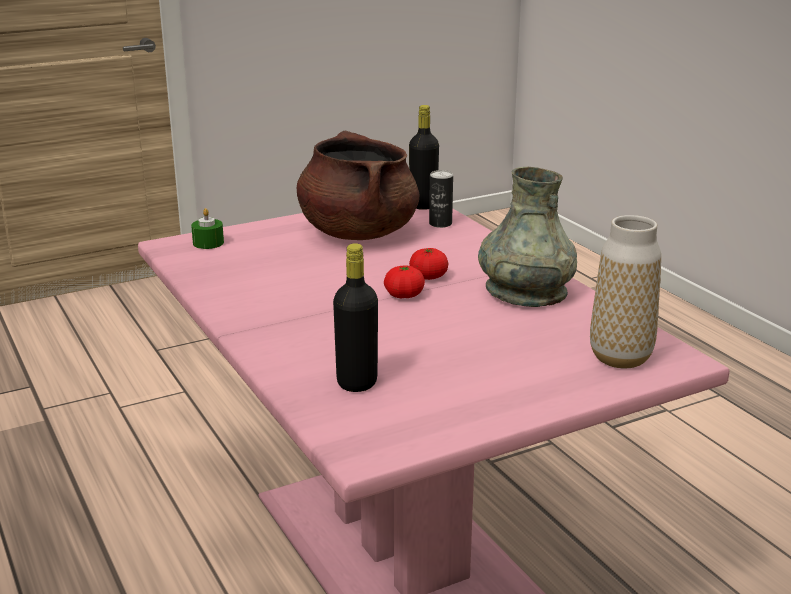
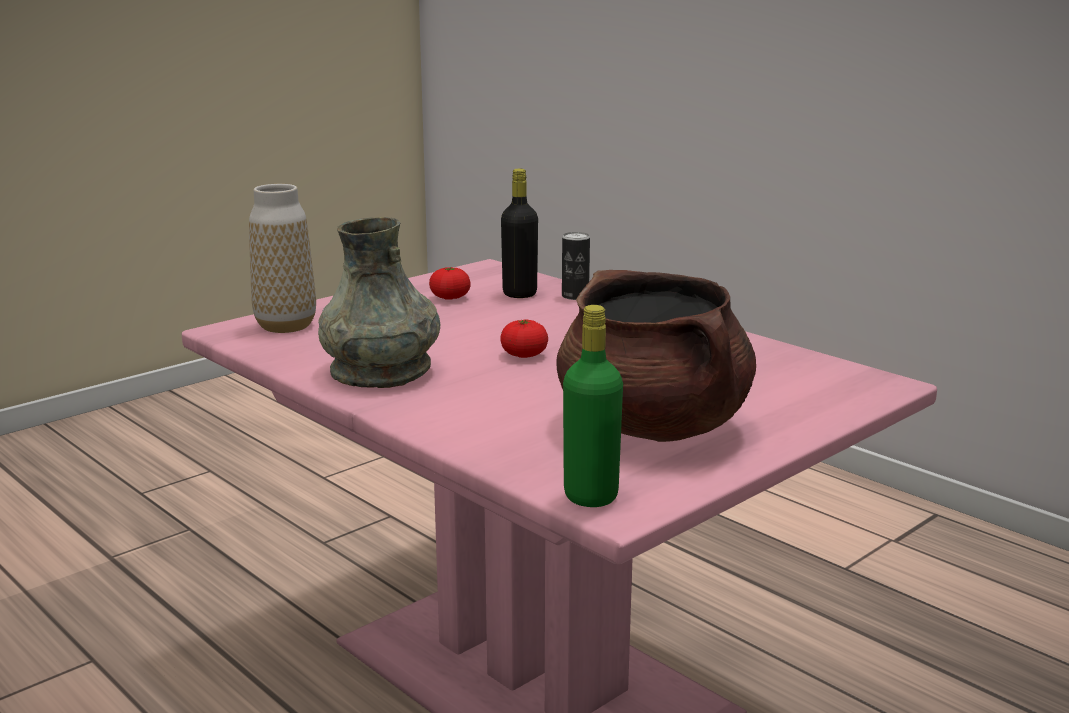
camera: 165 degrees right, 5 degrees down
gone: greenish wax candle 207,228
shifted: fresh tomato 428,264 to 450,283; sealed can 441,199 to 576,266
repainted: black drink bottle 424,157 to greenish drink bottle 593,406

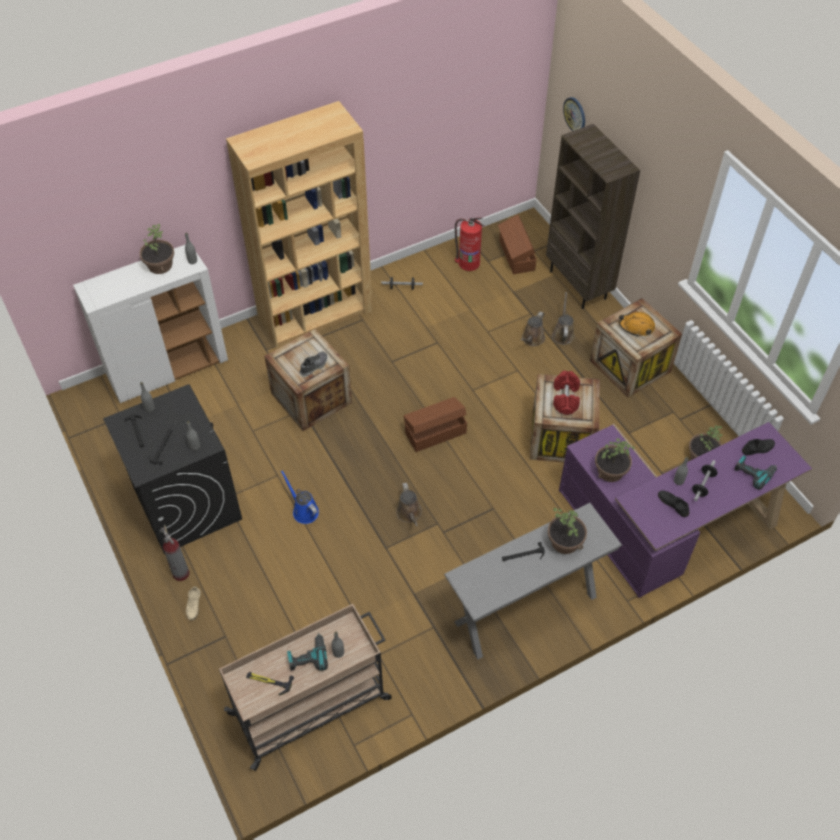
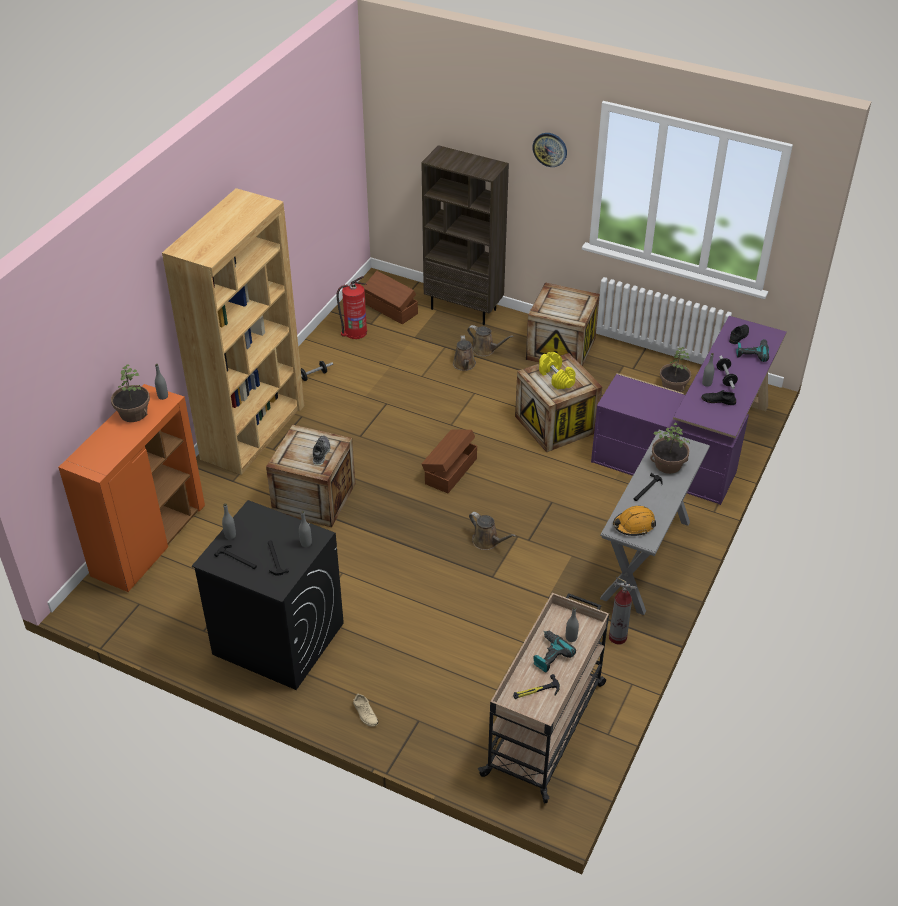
camera: 35 degrees left, 10 degrees down
gone: blue-coloured sprinkling can 300,497; potted plant 615,460
shifted: wall clock 574,114 to 549,150; extinguisher 175,553 to 623,610; orange work helmet 637,324 to 634,521
repainted: whitish cupboard 150,323 to orange cupboard 131,488; reddish hand weight 566,393 to yellow hand weight 557,370
rotated: brown sprinkling can 563,318 = 490,340 150 degrees clockwise

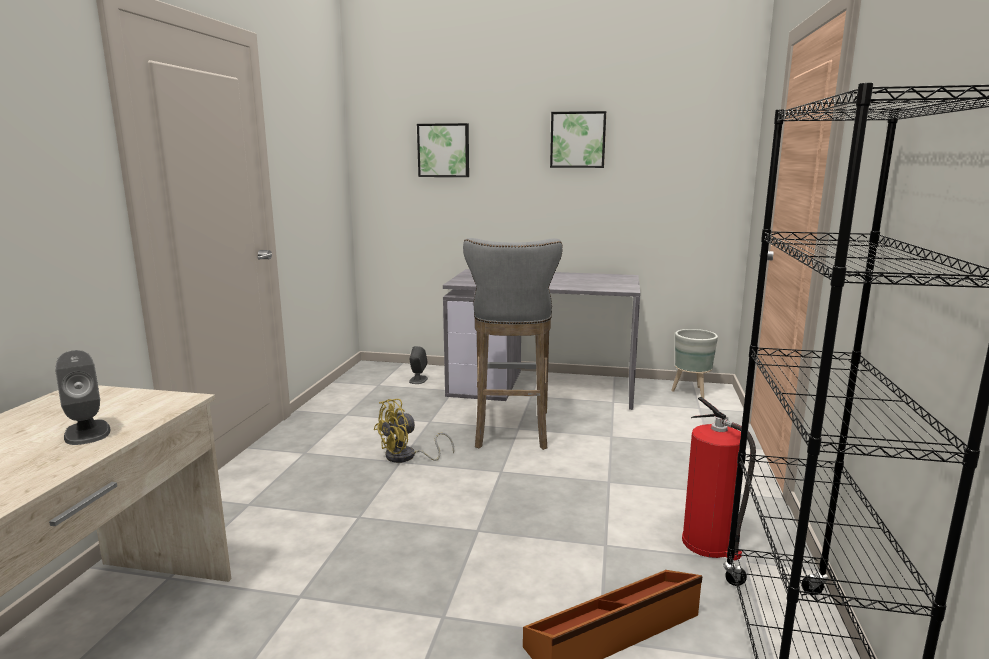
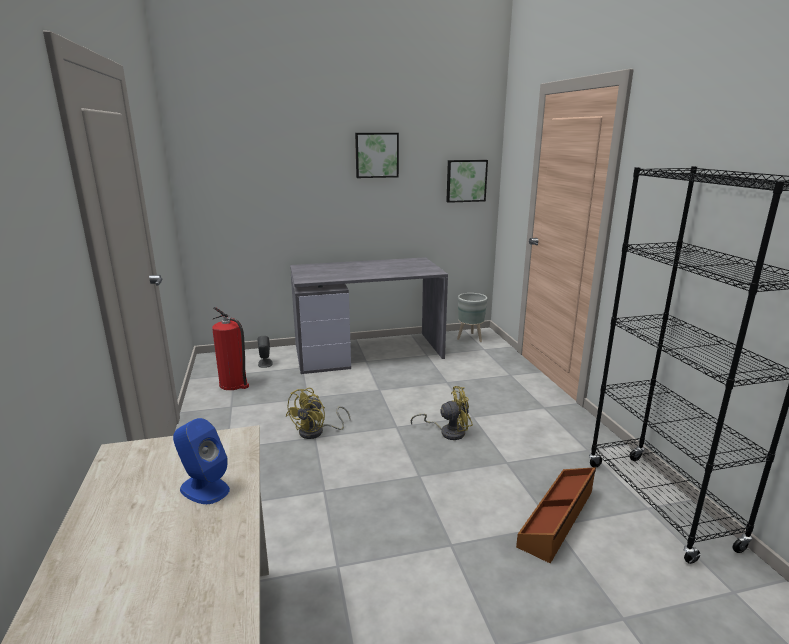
camera: 25 degrees left, 5 degrees up
gone: grey stool seat 513,344
new: yellow cooling fan 442,413
shifted: extinguisher 719,478 to 230,348; wall art 443,150 to 467,181
repainted: grey speaker 82,397 to blue-coloured speaker 201,461

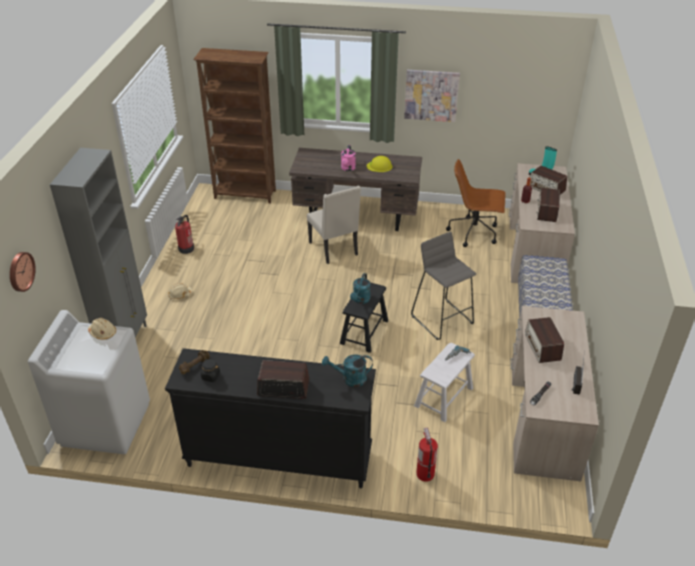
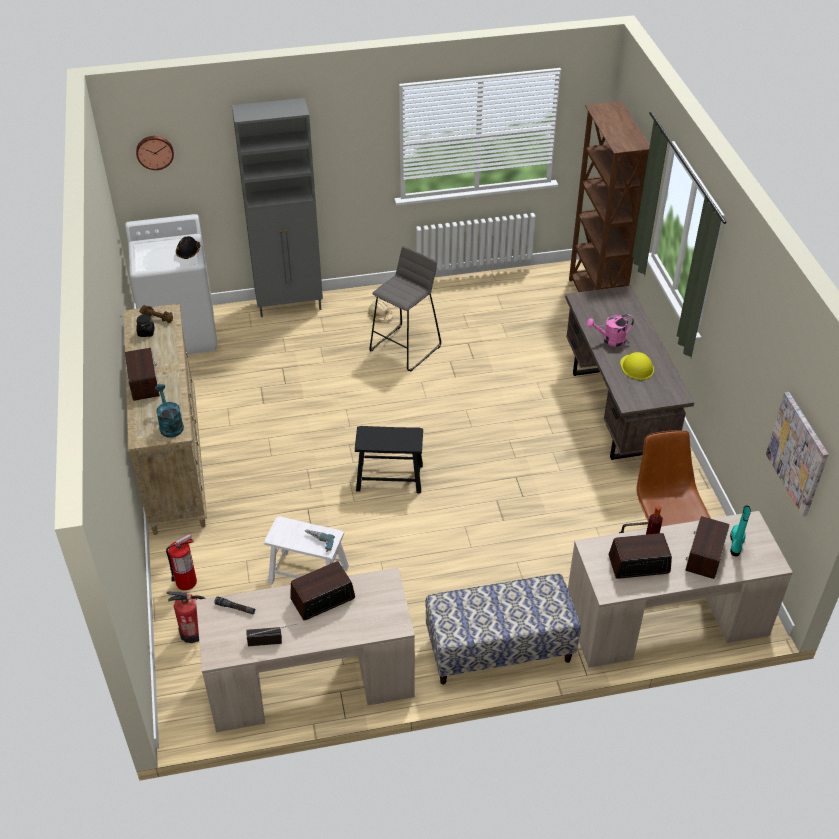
camera: 70 degrees right, 5 degrees up
gone: beige plain chair 334,224; blue-green sprinkling can 360,288
shifted: extinguisher 184,234 to 186,617; grey stool seat 443,285 to 405,309; wall art 432,96 to 797,454
repainted: black chest of drawers 270,418 to beige chest of drawers 165,419; beige work helmet 102,329 to black work helmet 188,247

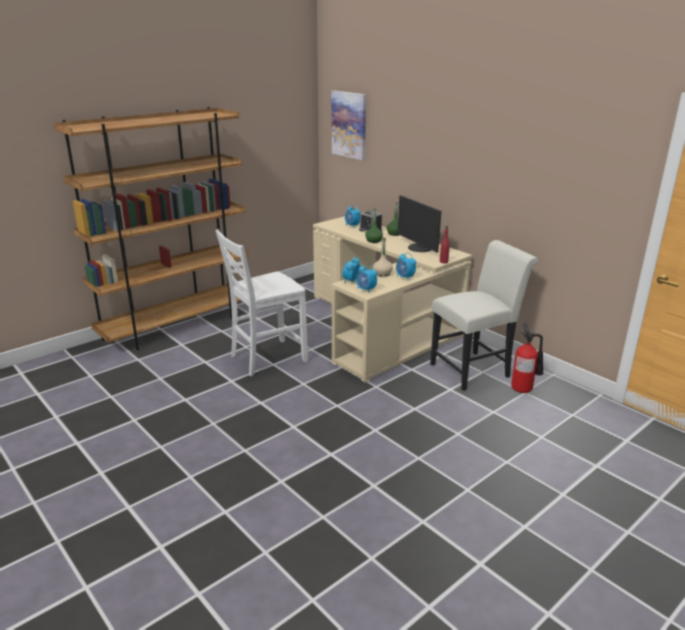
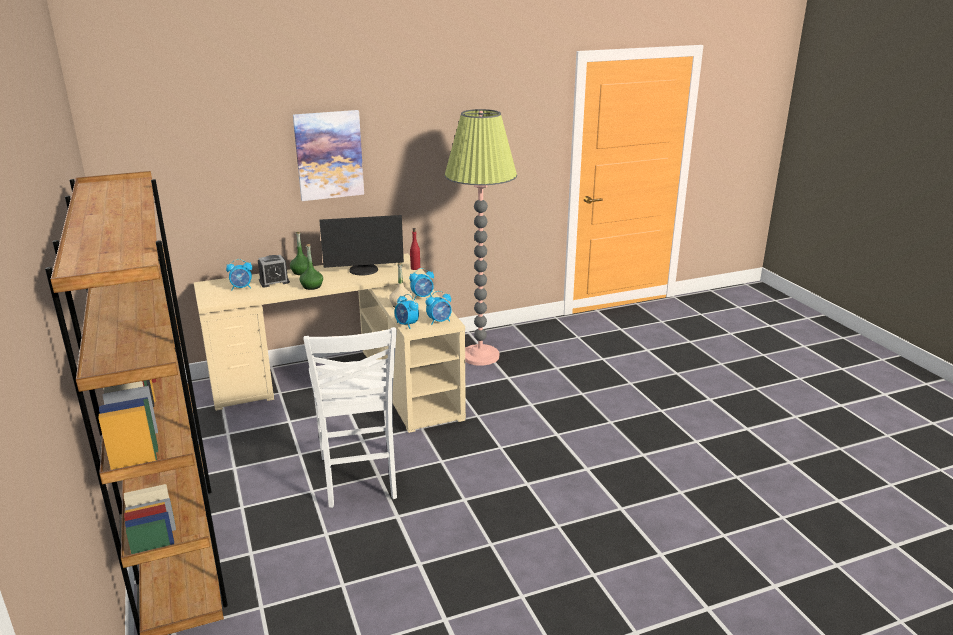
camera: 70 degrees left, 0 degrees up
gone: extinguisher 527,358
shifted: wall art 349,125 to 328,155
swapped: whitish plain chair 484,315 to standard lamp 481,237

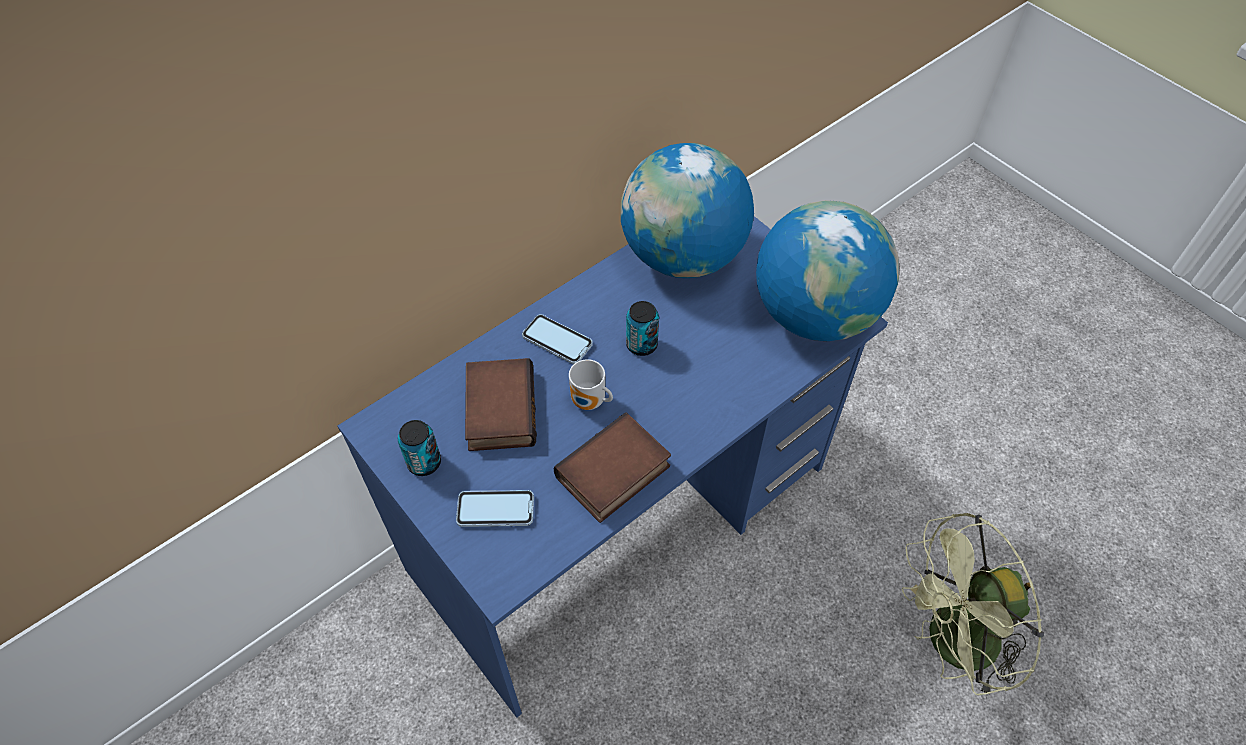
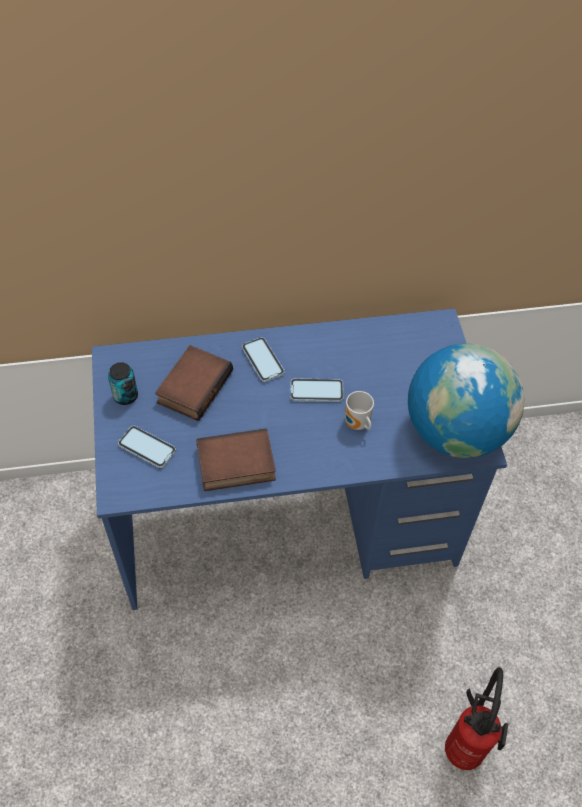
camera: 30 degrees right, 0 degrees up
gone: desk globe 687,210
shifted: mug 591,384 to 359,410
swapped: sealed can 642,328 to telephone 317,390; greenish cooling fan 973,606 to extinguisher 476,718

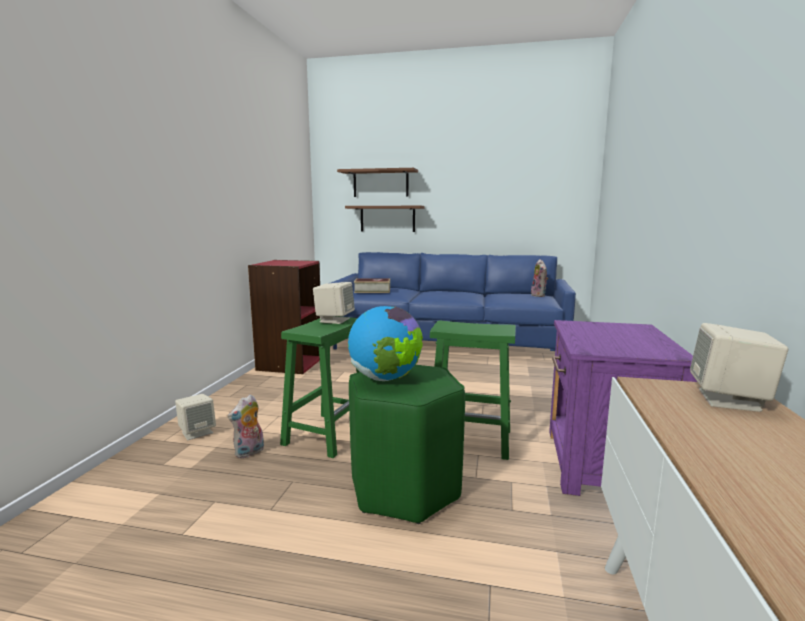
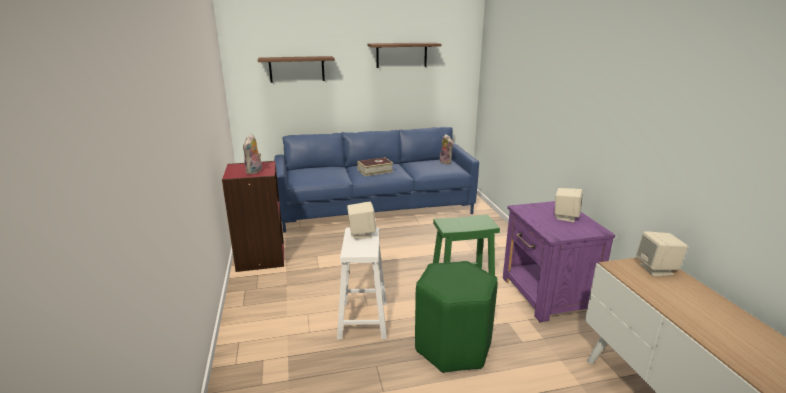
camera: 25 degrees left, 10 degrees up
gone: desk globe 385,343
shifted: cuddly toy 246,426 to 252,154; book 372,285 to 375,166; bracket shelf 385,219 to 404,55; beige speaker 195,417 to 569,205
repainted: greenish stool seat 320,387 to whitish stool seat 362,283

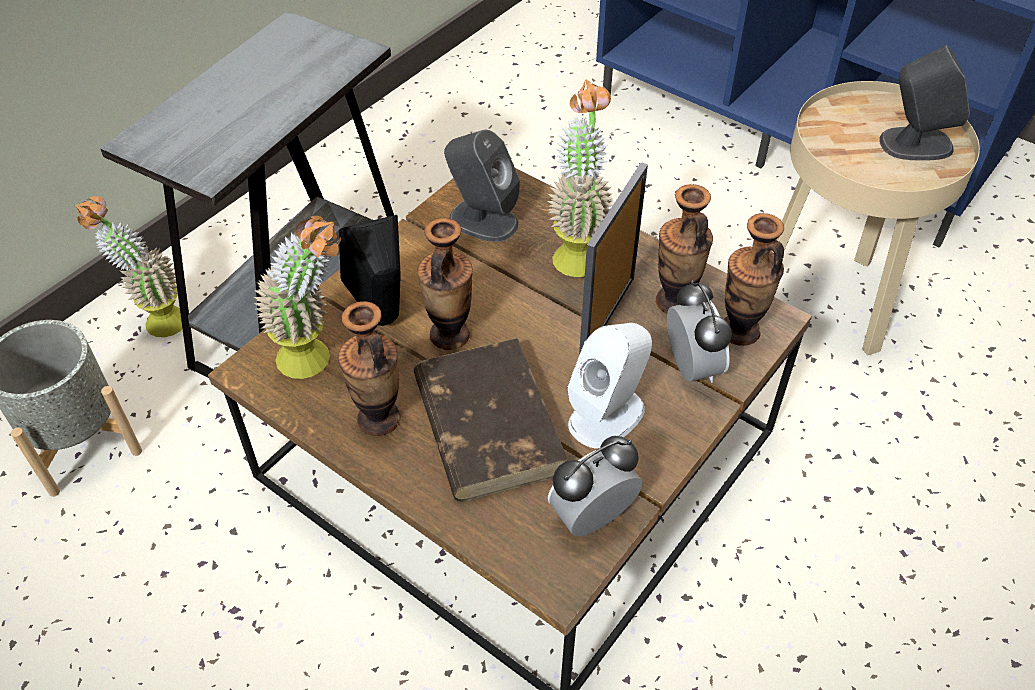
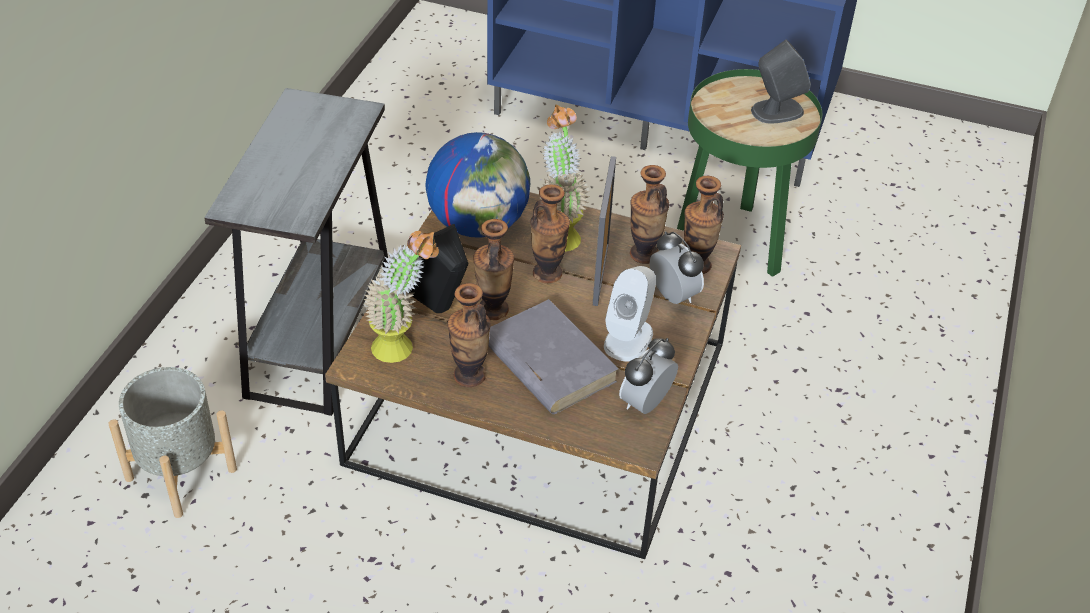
camera: 20 degrees left, 5 degrees down
gone: potted plant 128,266
new: flower vase 550,234
swapped: grey speaker 482,186 to desk globe 477,185
repainted: brown book 490,420 to grey book 554,356; beige accent table 875,218 to greenish accent table 749,173

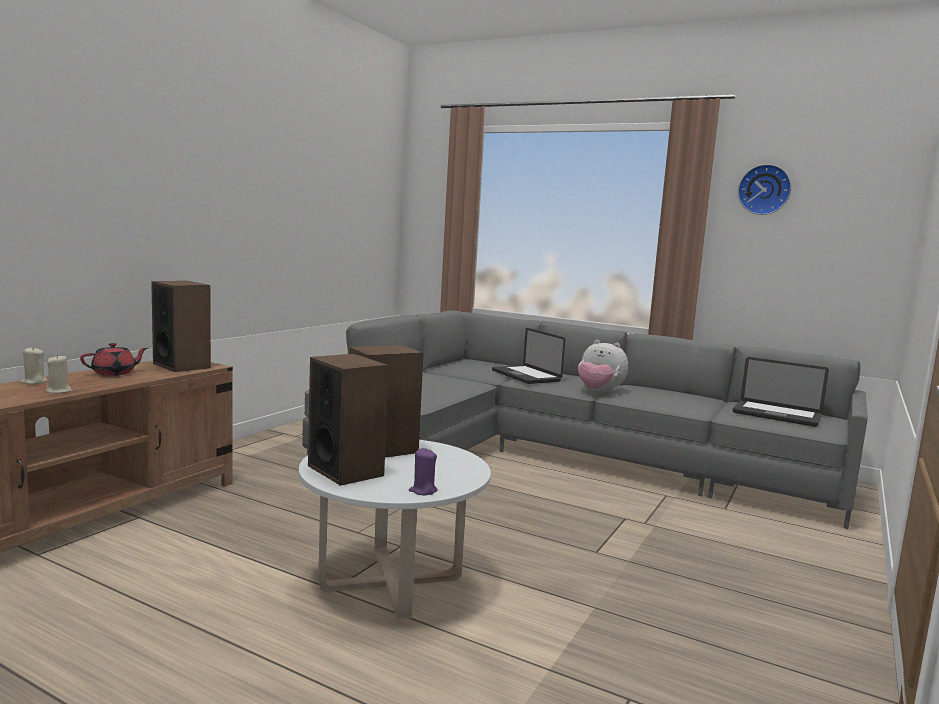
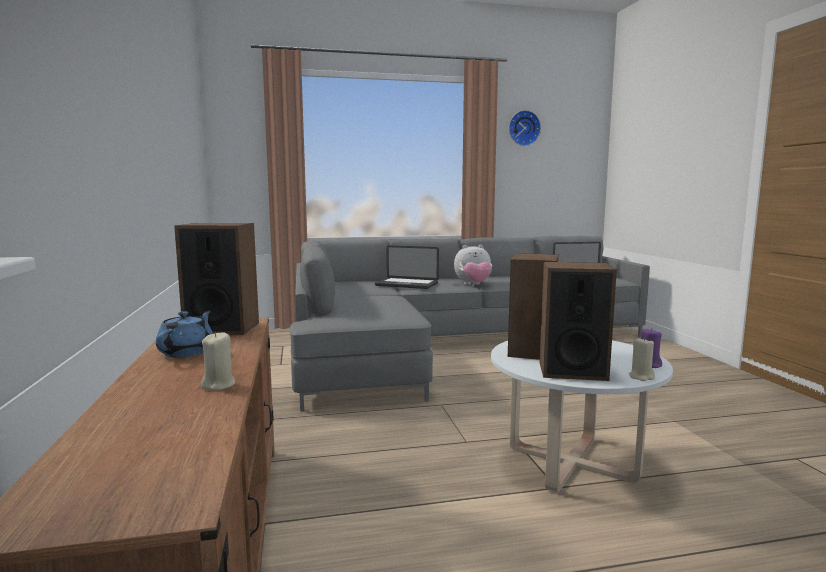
camera: 40 degrees left, 0 degrees up
shifted: beige wax candle 34,365 to 642,359
repainted: reddish teapot 114,359 to blue-coloured teapot 184,334

